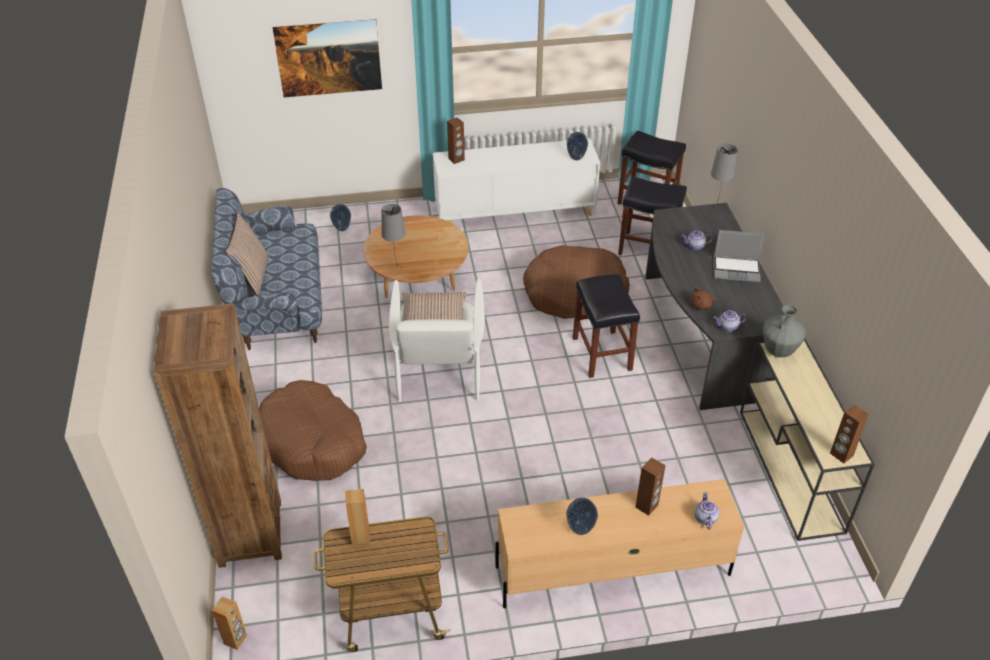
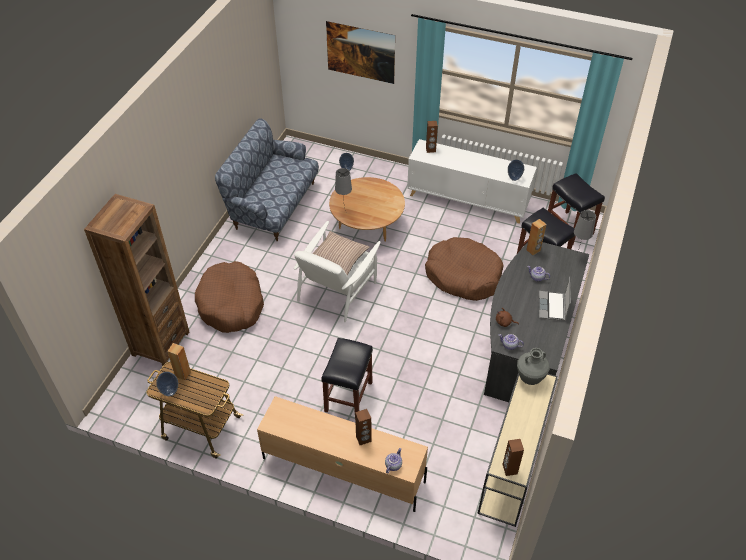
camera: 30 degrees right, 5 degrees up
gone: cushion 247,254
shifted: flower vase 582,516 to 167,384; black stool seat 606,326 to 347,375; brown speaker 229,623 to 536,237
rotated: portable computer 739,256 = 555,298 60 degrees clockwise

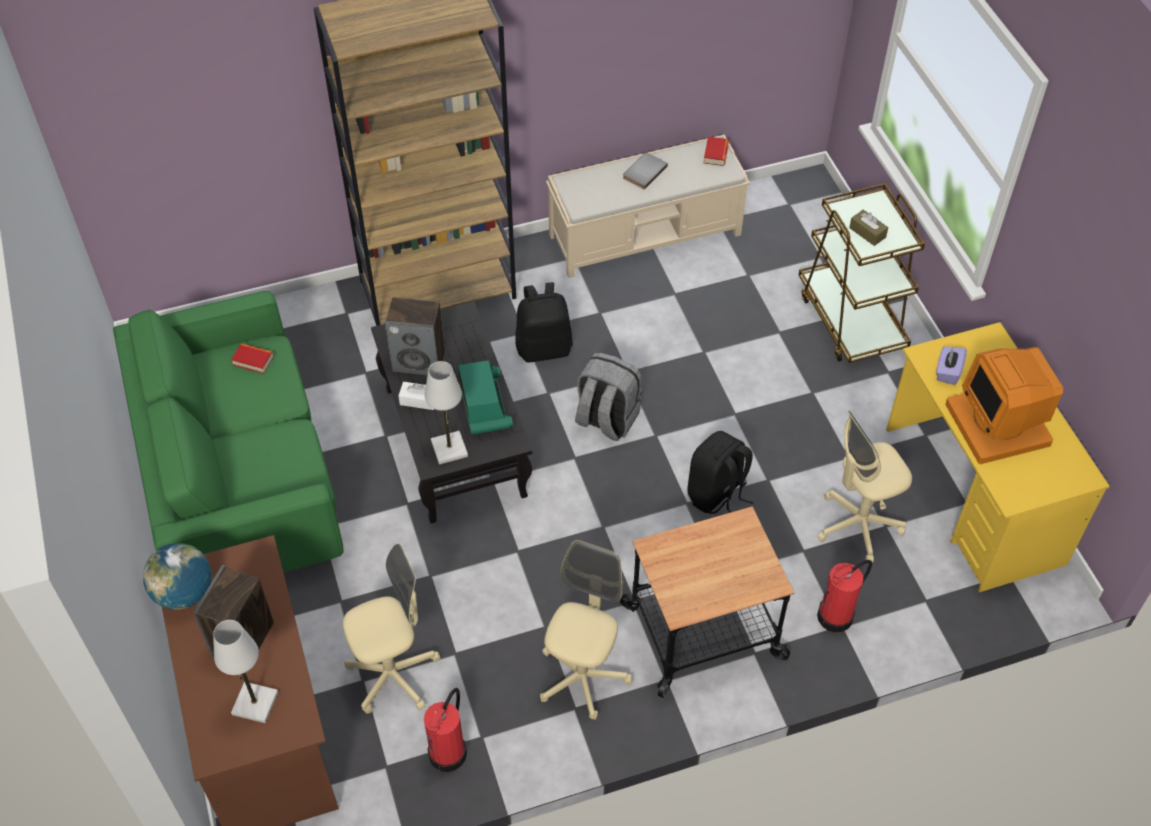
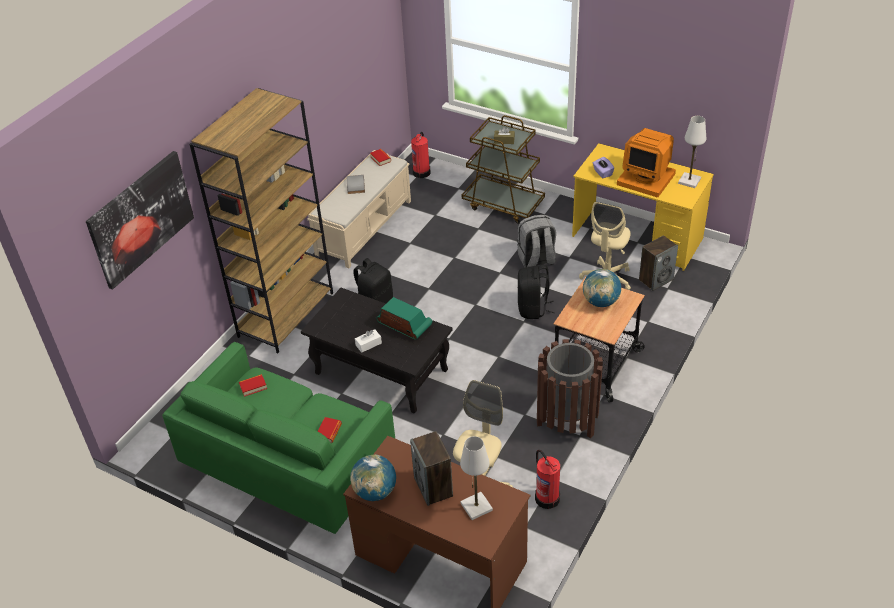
camera: 40 degrees left, 10 degrees down
new: wall art 140,220; book 330,430; desk globe 602,288
shifted: extinguisher 844,596 to 421,155; grey rucksack 608,397 to 536,241; speaker 415,336 to 658,263; whitish lamp for a table 446,413 to 692,152
swapped: beige desk chair 586,630 to brown waste bin 570,388

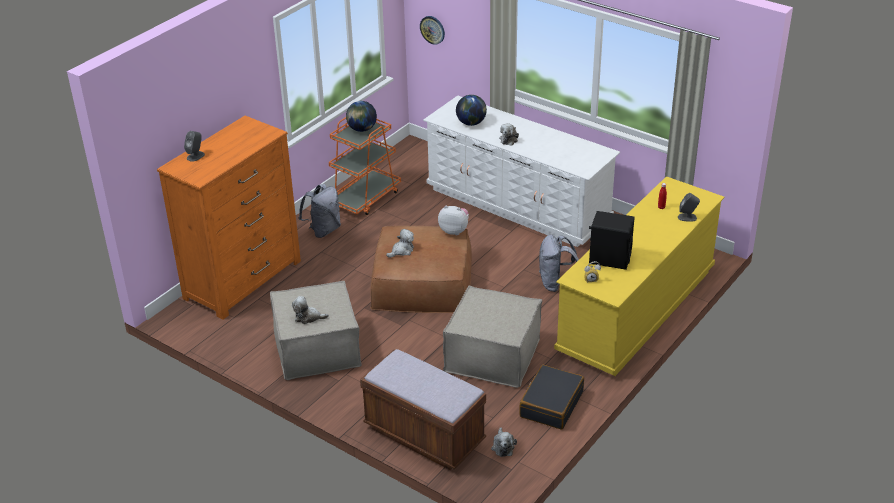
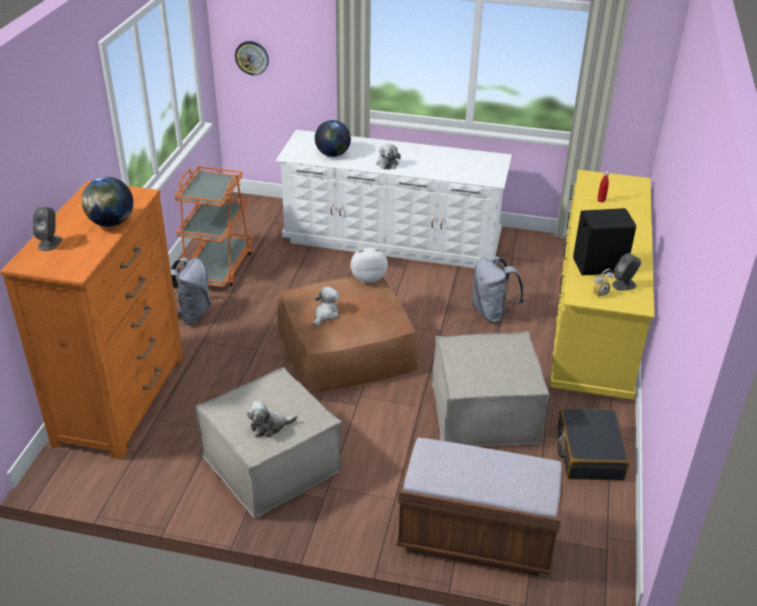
camera: 25 degrees left, 0 degrees up
gone: cuddly toy 504,442
shifted: desk globe 361,116 to 107,202; grey speaker 689,207 to 626,272

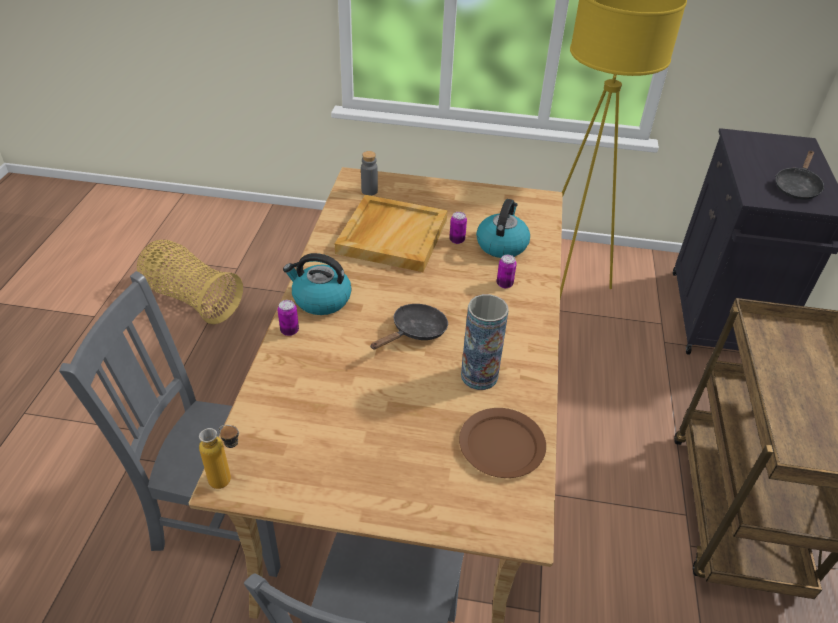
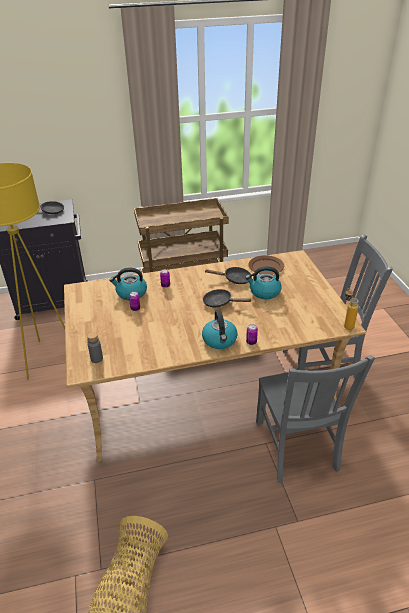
camera: 110 degrees left, 5 degrees down
gone: beige serving tray 391,233
new: tea kettle 263,282
swapped: flower vase 485,342 to black pan 228,275

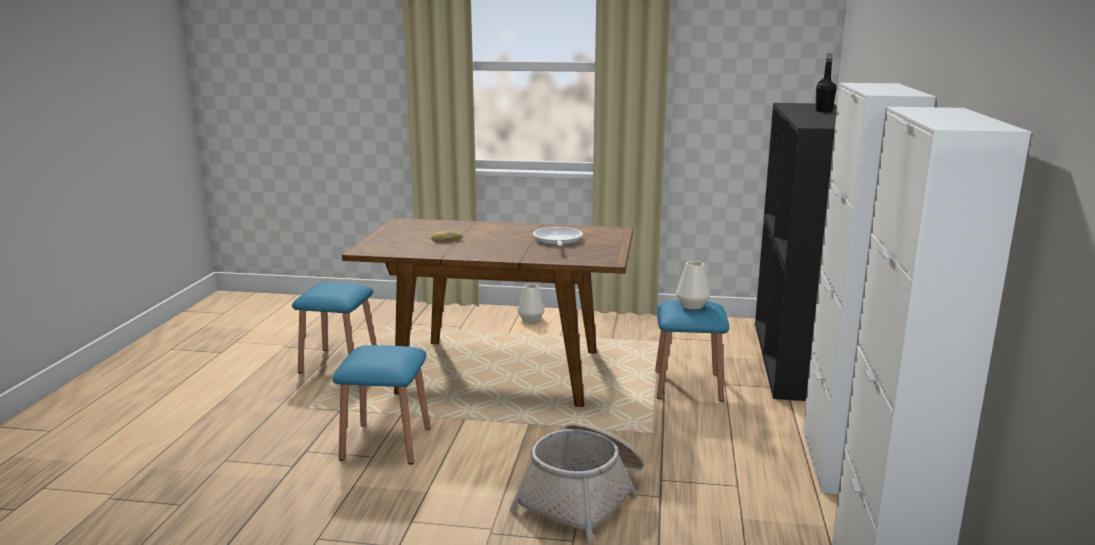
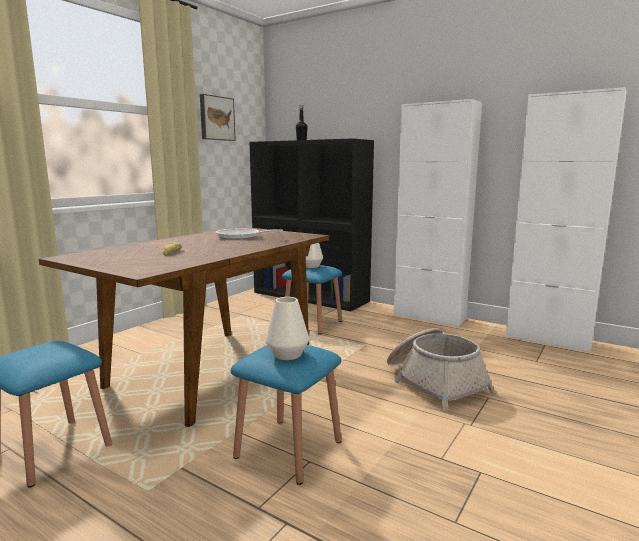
camera: 65 degrees left, 5 degrees down
new: wall art 218,117
shifted: whitish flower vase 530,303 to 287,328

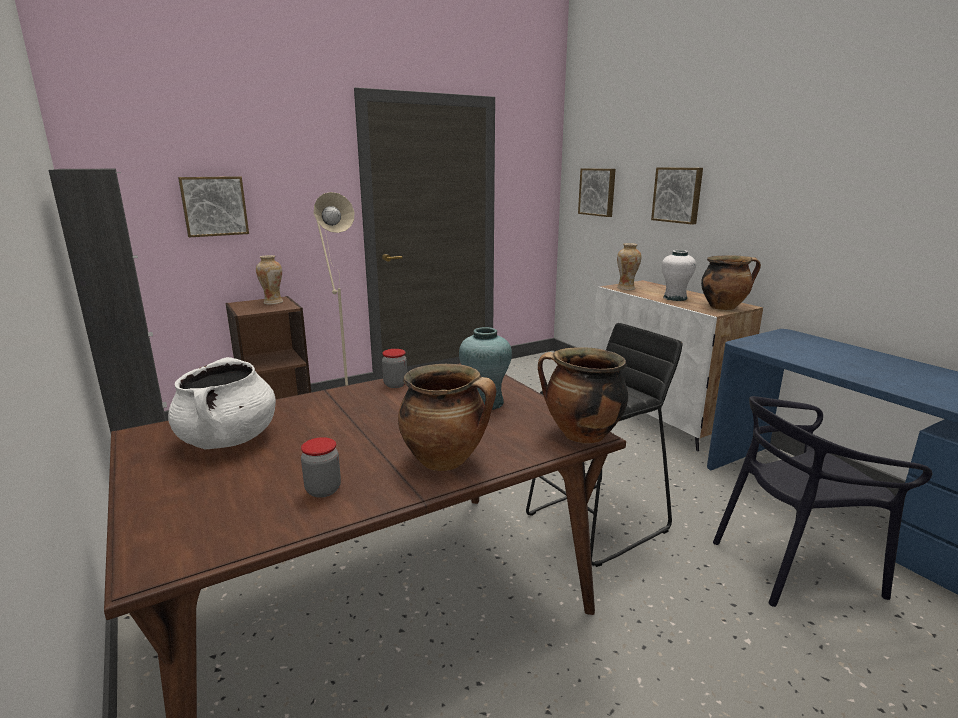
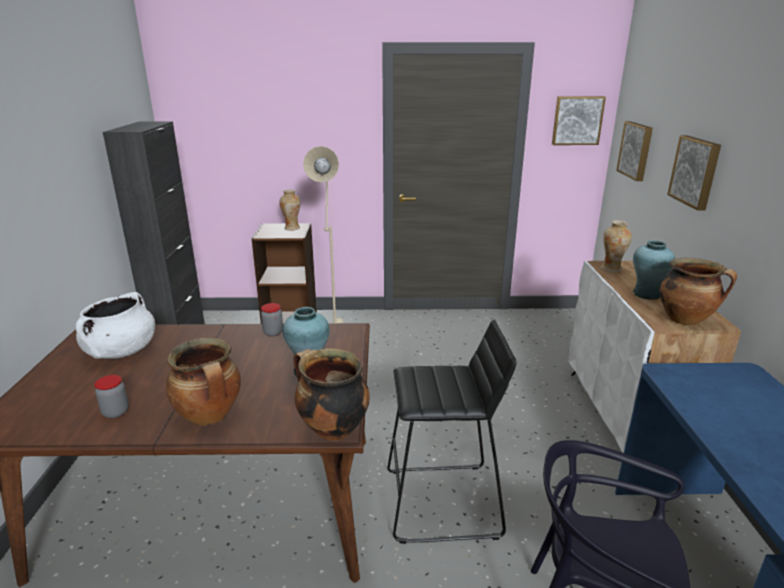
camera: 30 degrees right, 5 degrees up
shifted: wall art 213,206 to 579,120
repainted: whitish flower vase 679,275 to blue-green flower vase 654,270

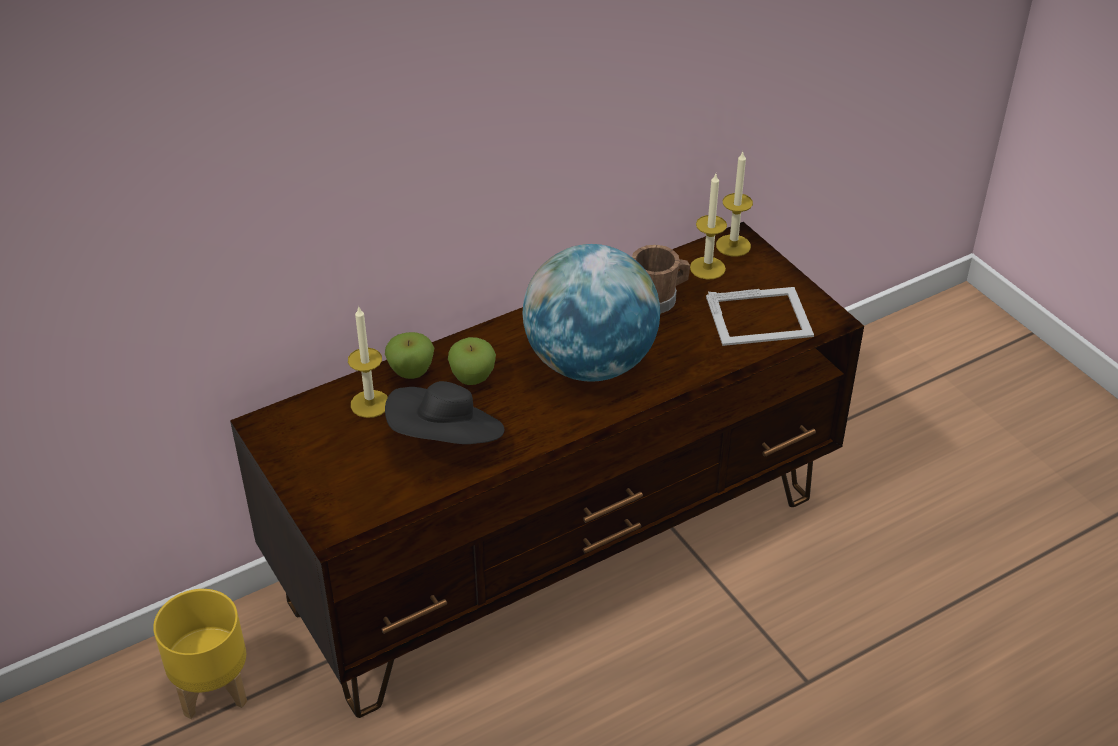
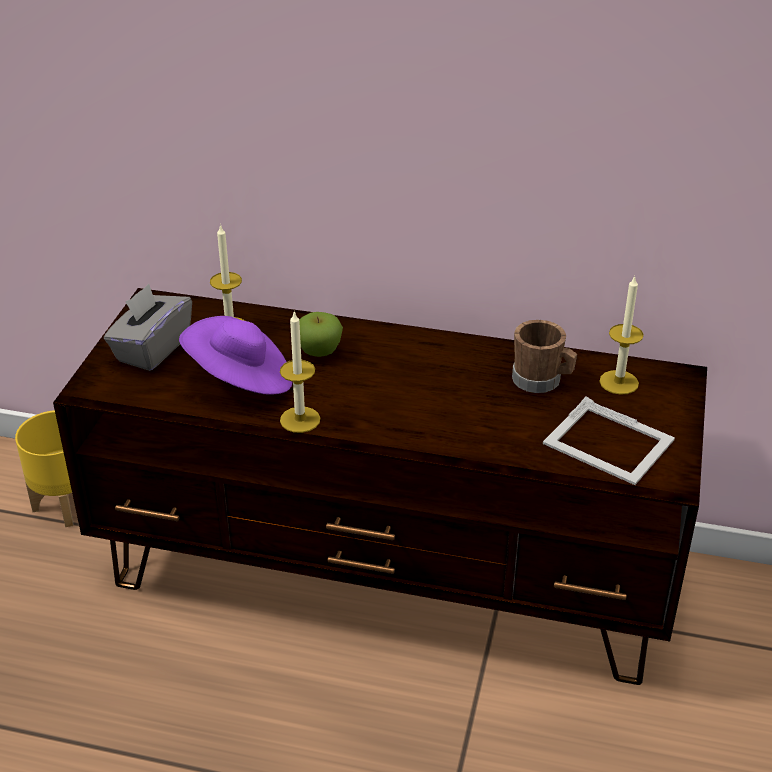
camera: 45 degrees right, 5 degrees down
gone: apple 409,355; desk globe 591,313
new: grey tissue holder 148,327
shifted: wax candle 734,204 to 300,372
repainted: black wearable hat 444,412 to purple-coloured wearable hat 235,355

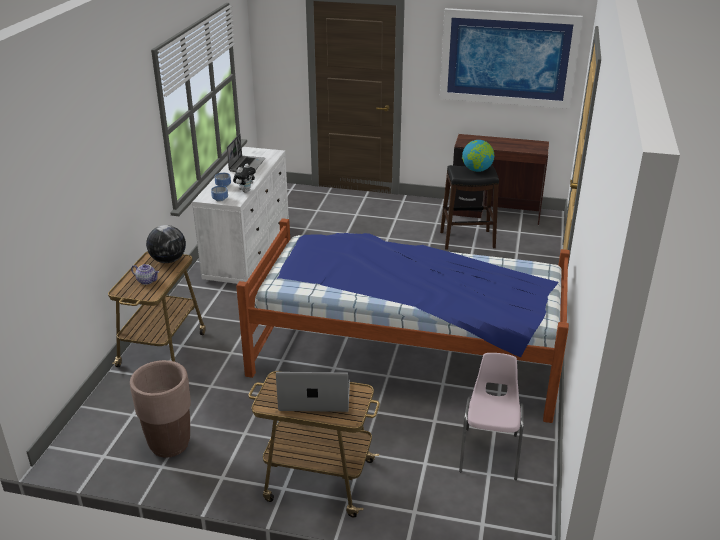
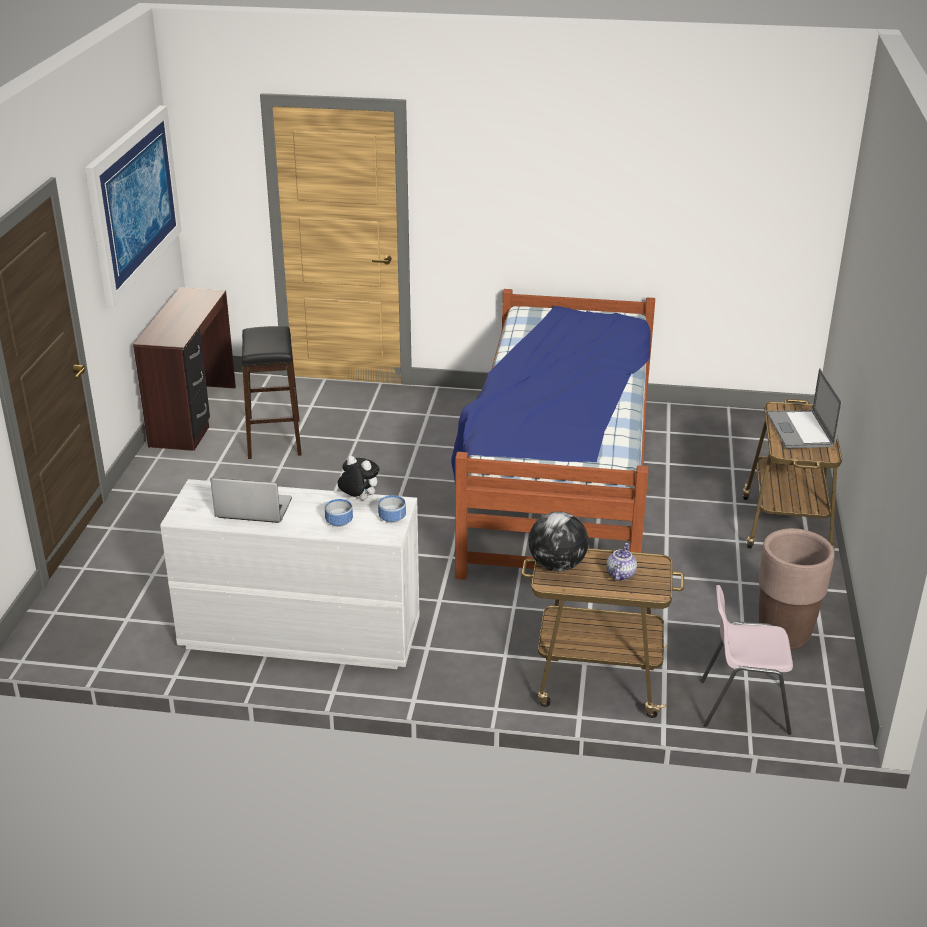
camera: 95 degrees left, 0 degrees up
gone: desk globe 478,156
shifted: pink-coloured plain chair 491,416 to 747,660

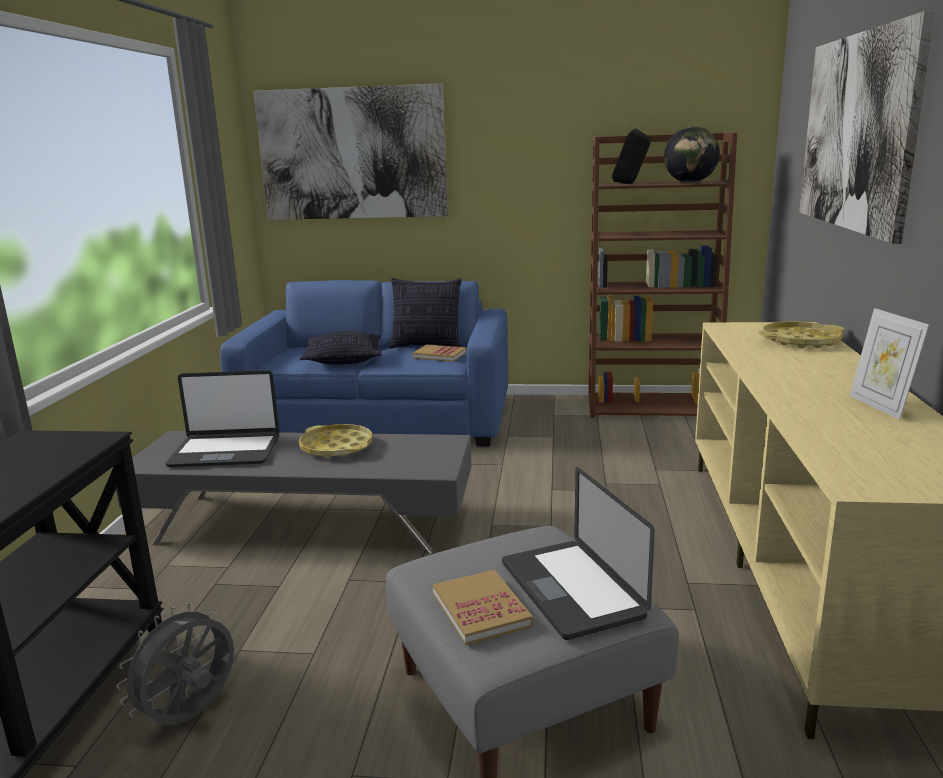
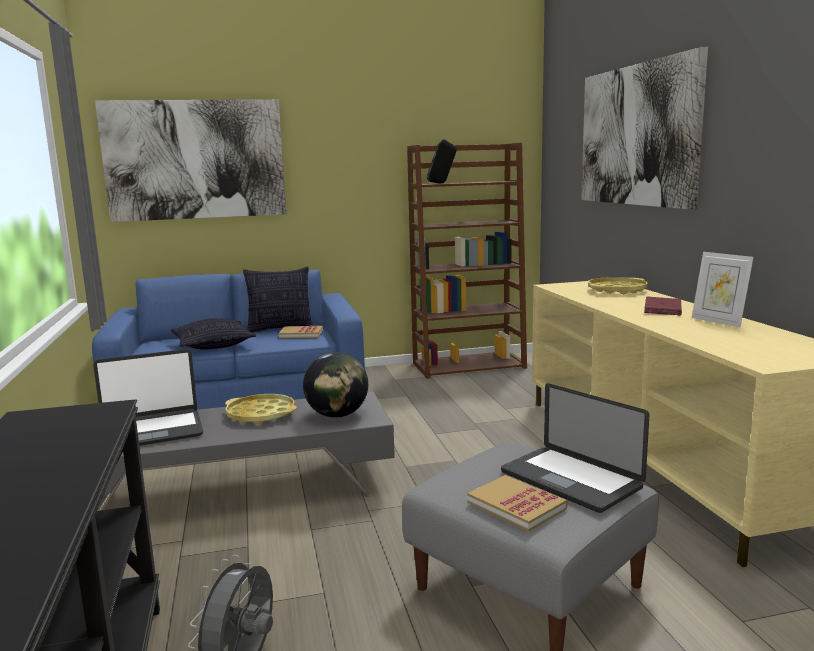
camera: 20 degrees left, 5 degrees down
new: reddish book 663,306
shifted: desk globe 692,155 to 335,385

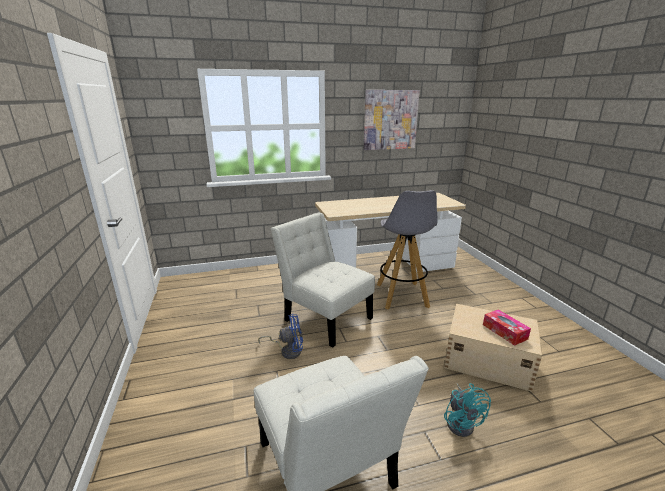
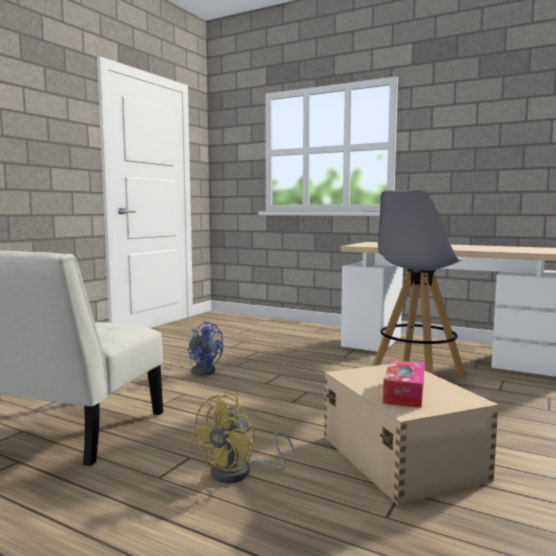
camera: 45 degrees right, 15 degrees down
gone: whitish plain chair 323,280; wall art 392,120
repainted: blue-green cooling fan 467,410 to yellow cooling fan 242,438

